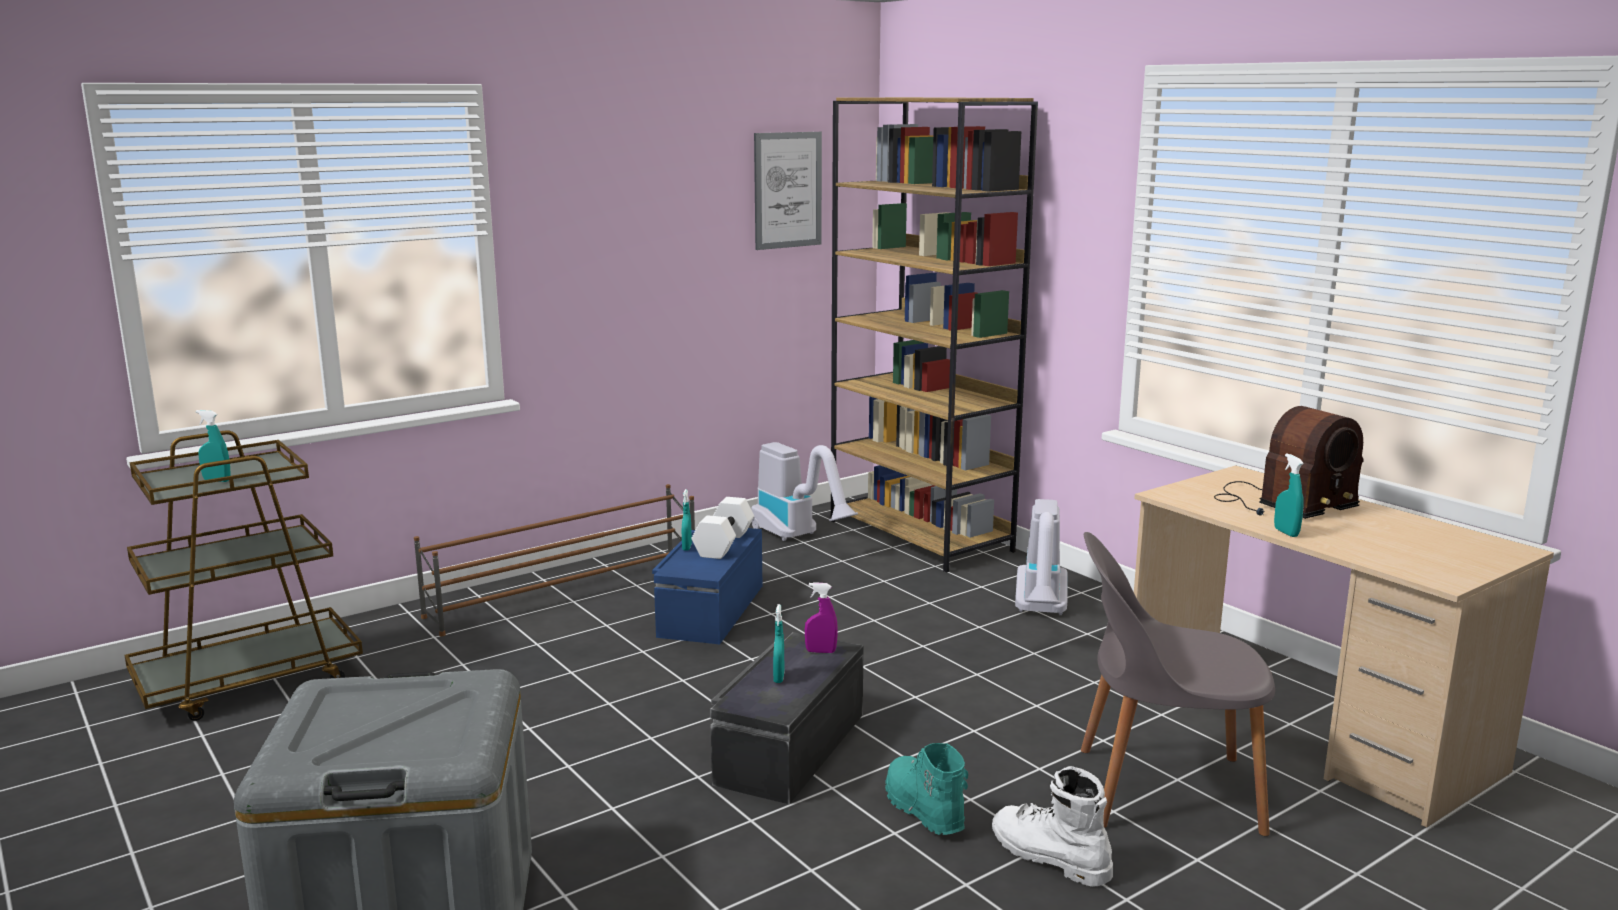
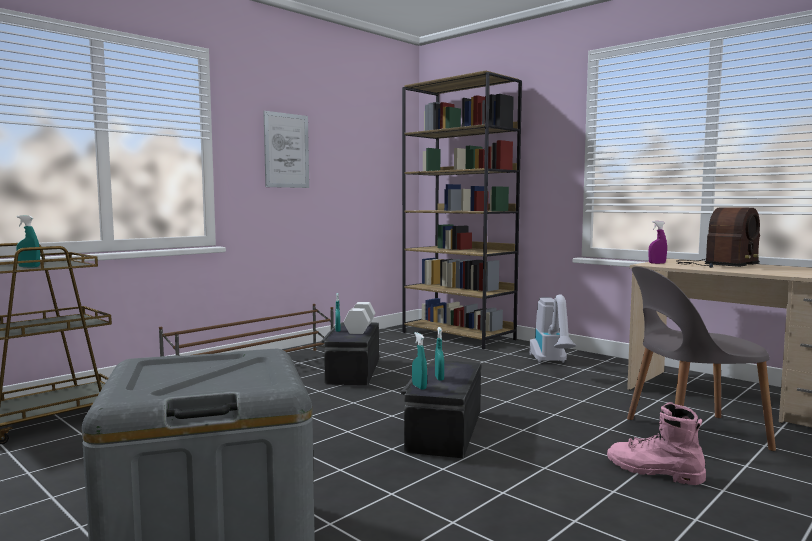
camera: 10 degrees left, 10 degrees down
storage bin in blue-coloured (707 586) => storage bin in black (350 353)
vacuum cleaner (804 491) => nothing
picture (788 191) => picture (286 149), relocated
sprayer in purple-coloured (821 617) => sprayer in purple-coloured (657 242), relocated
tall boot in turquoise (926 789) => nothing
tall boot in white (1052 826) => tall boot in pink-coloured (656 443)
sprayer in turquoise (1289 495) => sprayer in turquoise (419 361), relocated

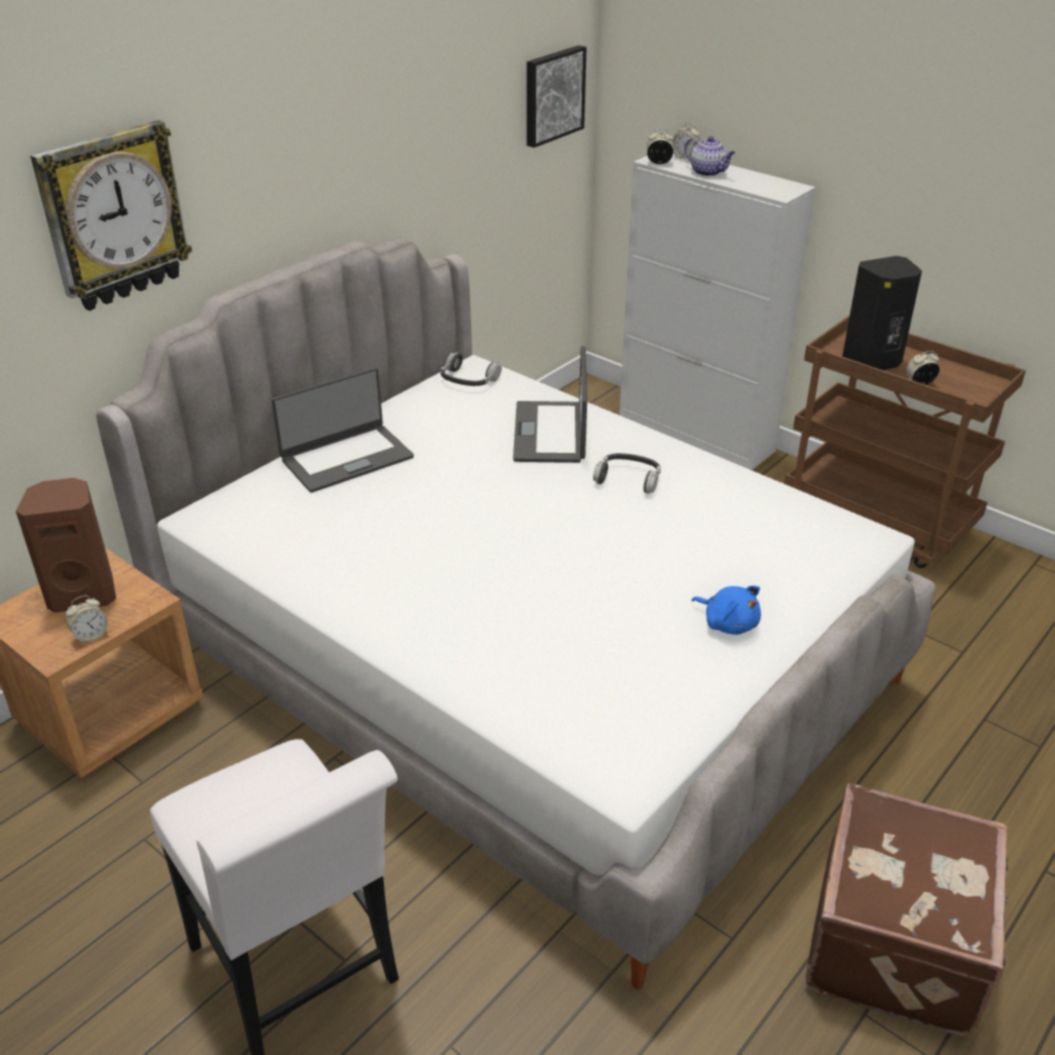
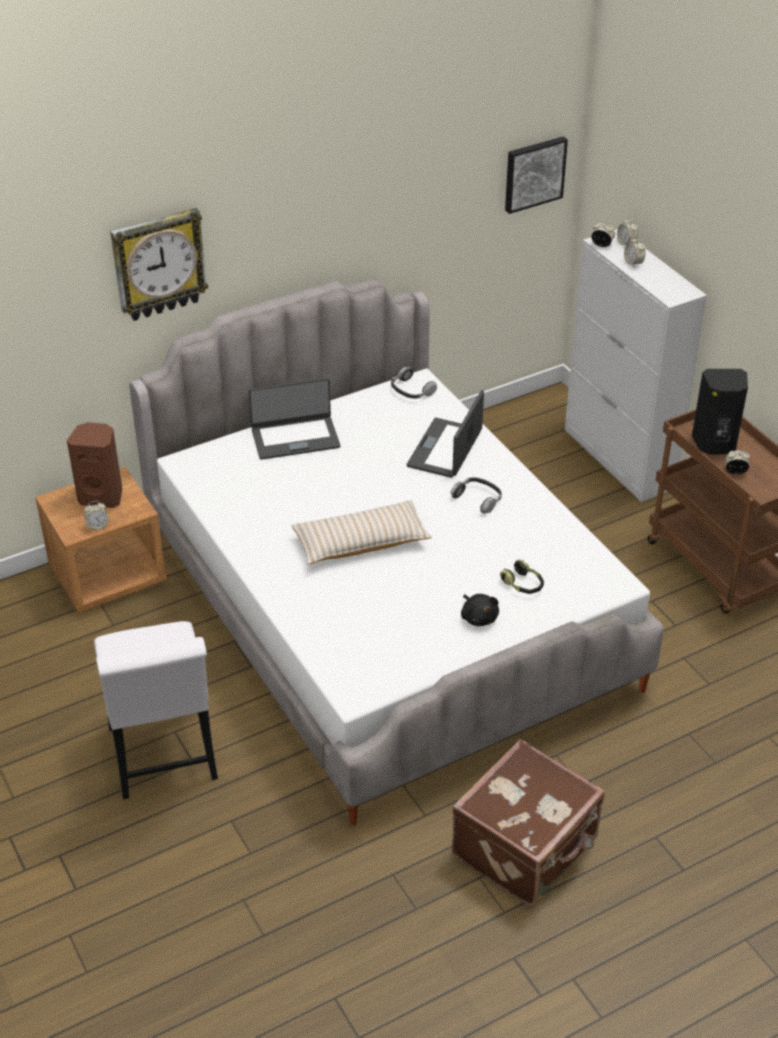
camera: 20 degrees right, 5 degrees up
teapot (709 156) => bedside clock (634 251)
cuddly toy in blue-coloured (726 610) => cuddly toy in black (480 610)
nothing => cushion in beige (361 532)
nothing => pair of headphones (522 576)

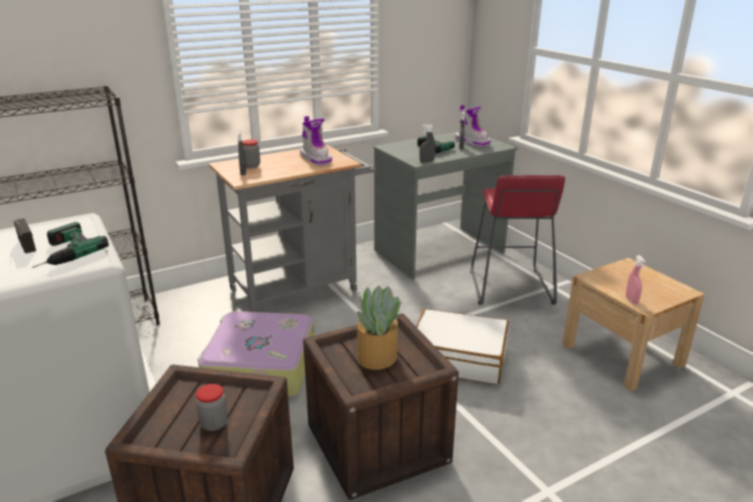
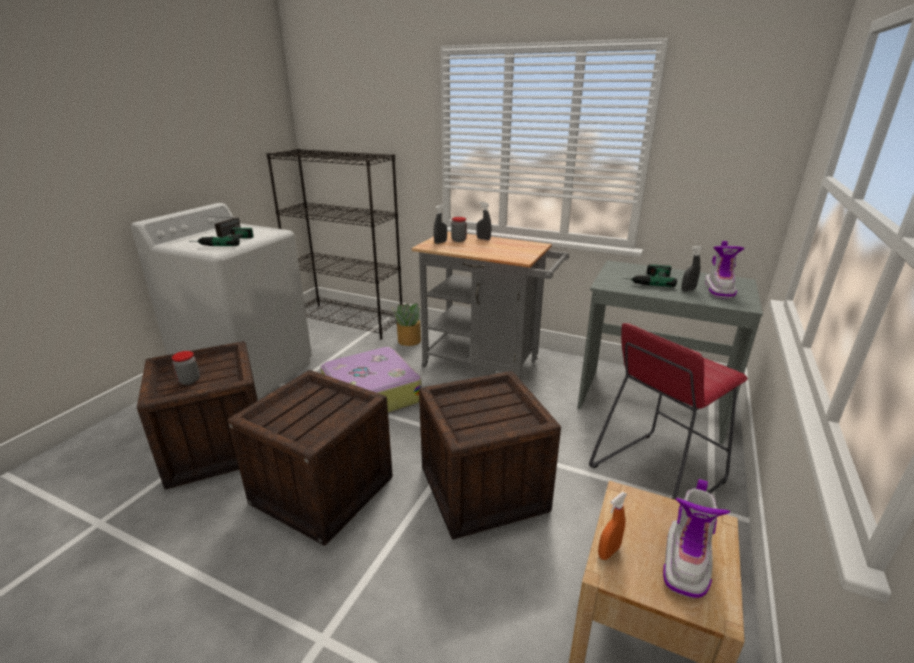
camera: 55 degrees right, 0 degrees up
tall boot (316 141) => tall boot (696 538), relocated
houseplant (379 328) => houseplant (406 324), relocated
piece of luggage in white (462 346) => crate (490 455)
sprayer in greyish (427 143) => sprayer in greyish (484 221), relocated
sprayer in pink-coloured (636 279) => sprayer in orange (612 526)

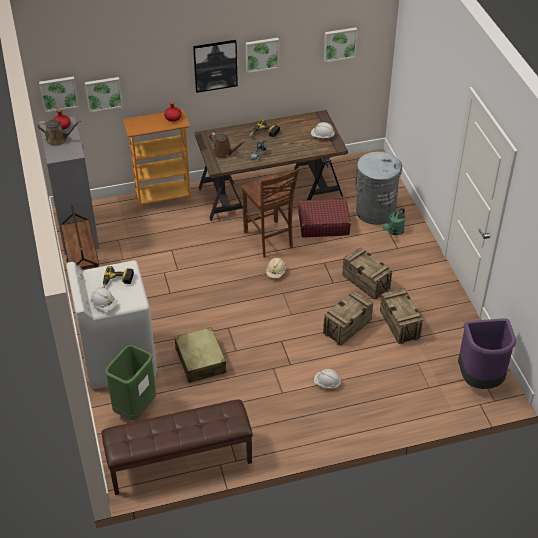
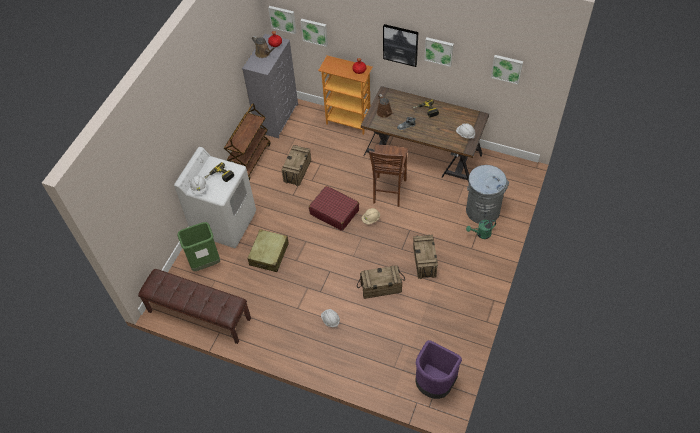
camera: 40 degrees right, 10 degrees up
piece of luggage in reddish (324 217) => piece of luggage in reddish (334 208), relocated
crate (401 316) => crate (296 165), relocated

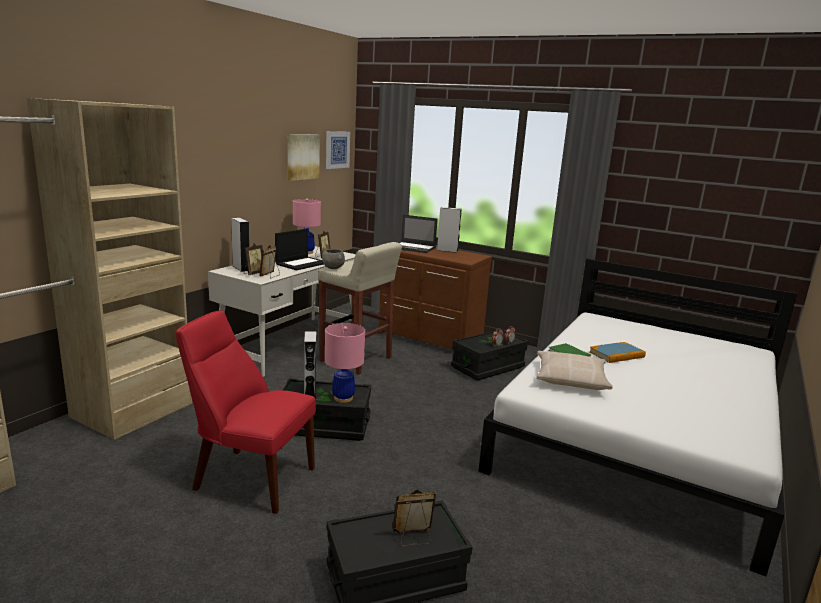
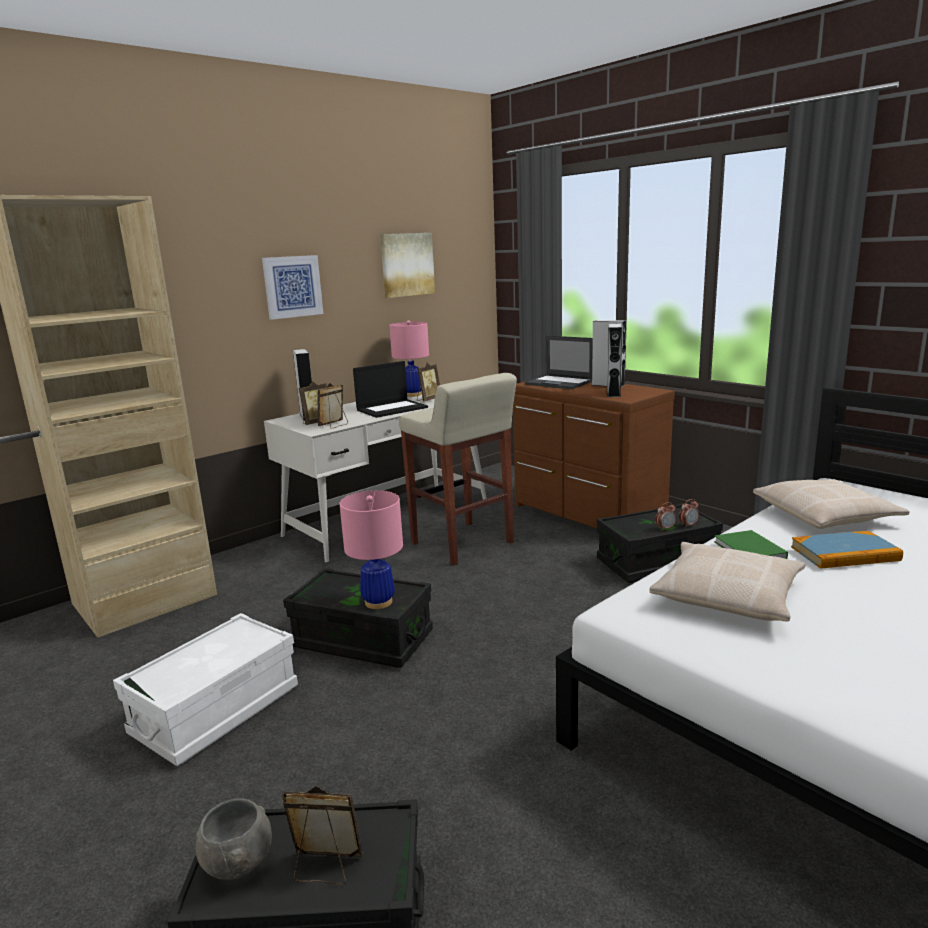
camera: 20 degrees right, 0 degrees up
chair in reddish (246 412) => storage bin in white (205 689)
speaker in greyish (310 365) => speaker in greyish (614 360), relocated
serving bowl in greyish (333 259) => serving bowl in greyish (233 839), relocated
picture (338 150) => picture (292 287), relocated
nothing => cushion in beige (831 504)

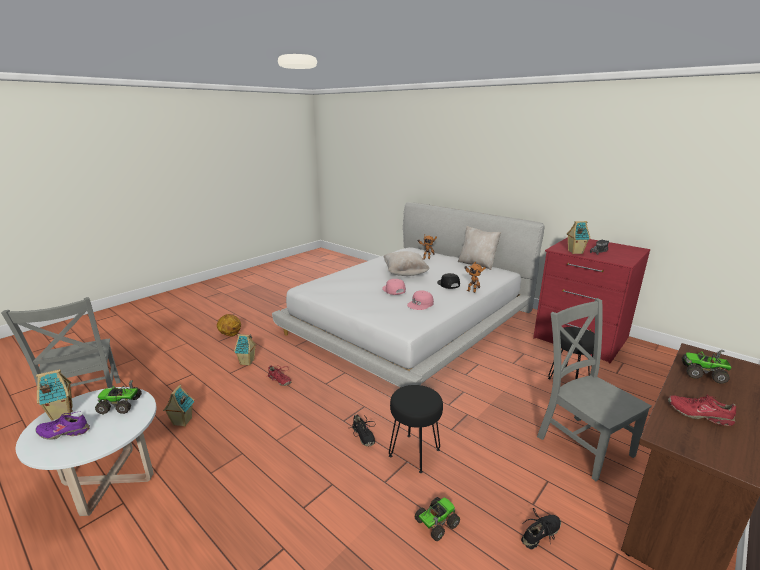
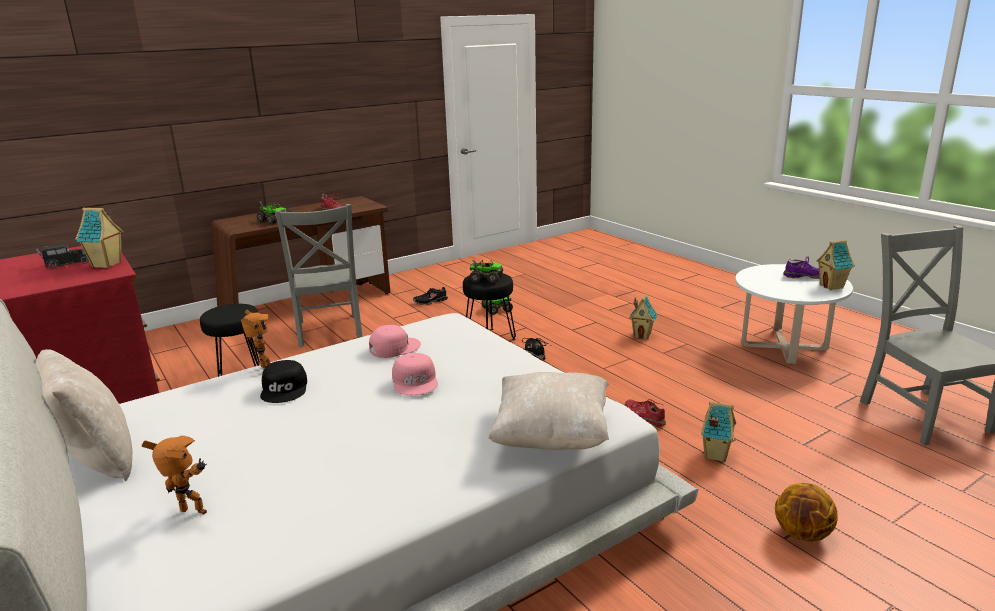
camera: 165 degrees left, 0 degrees up
toy lorry (118 397) => toy lorry (486 271), relocated
toy house (179 406) => toy house (643 316), relocated
cushion in beige (406 263) => cushion in beige (548 411), relocated

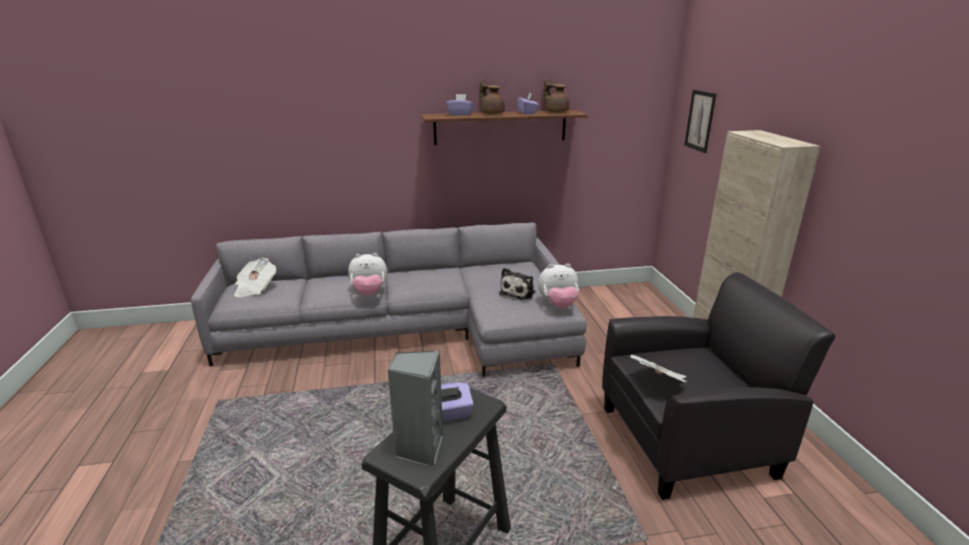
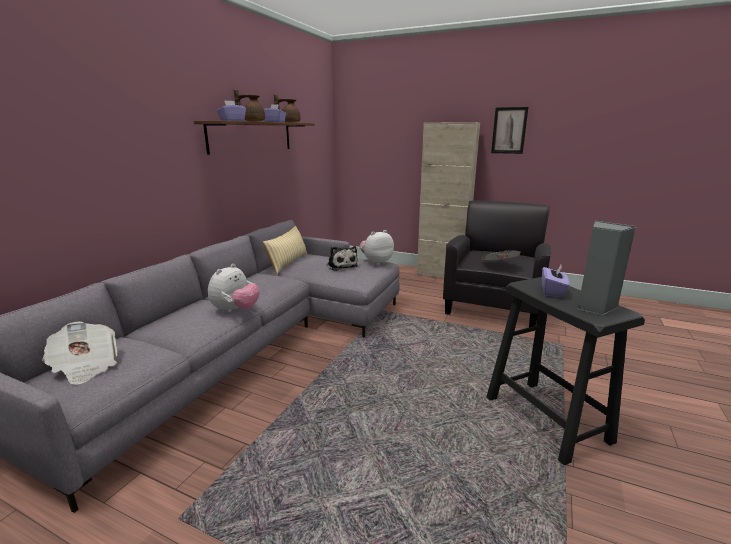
camera: 55 degrees left, 5 degrees down
cuddly toy (558 286) => cuddly toy (377 247), 150 degrees counterclockwise
picture (700 121) => picture (510 130), relocated
nothing => cushion in beige (285 250)

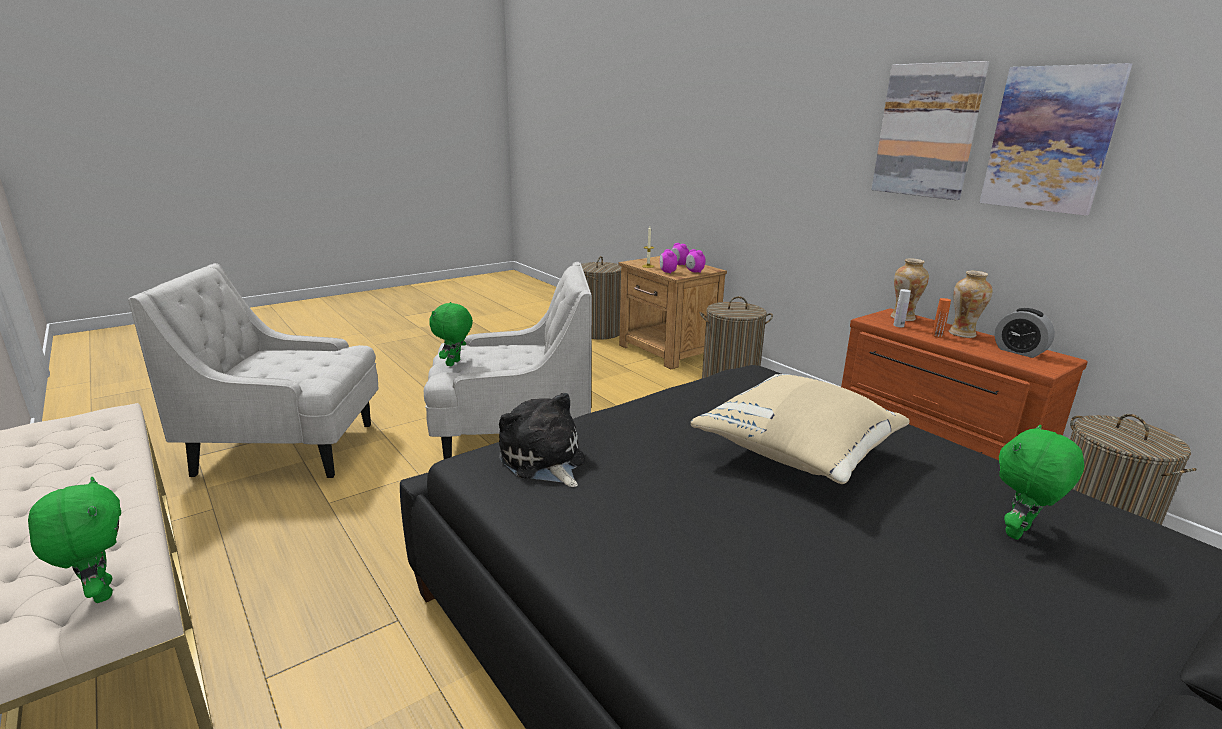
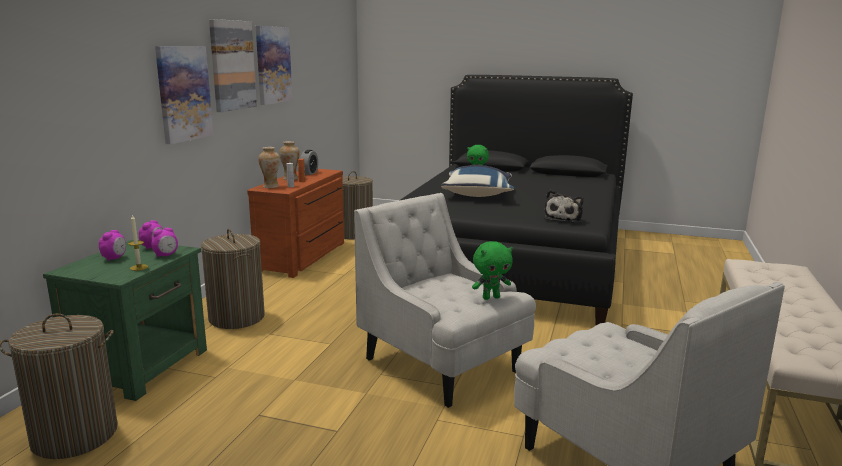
camera: 125 degrees left, 5 degrees down
cuddly toy in green (74 540) => nothing
bedside table in brown-coloured (672 312) => bedside table in green (125 320)
cushion in beige (800 429) => cushion in blue-coloured (477 181)
nothing => picture (184 95)

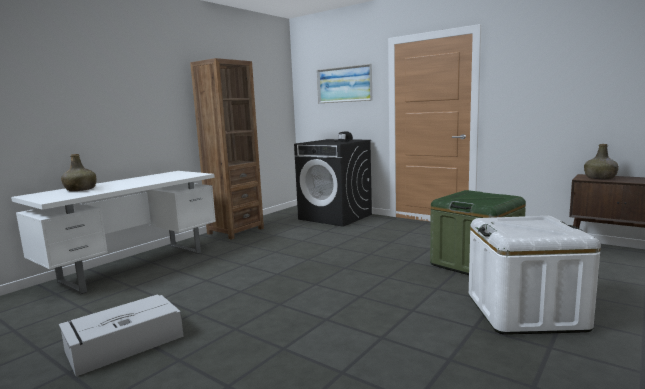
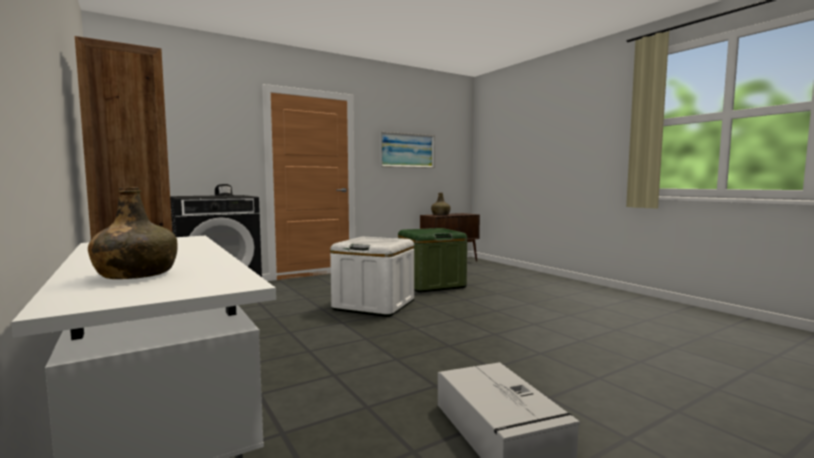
camera: 70 degrees left, 5 degrees down
picture (344 83) => picture (407 150), relocated
storage bin in white (535 275) => storage bin in white (372 277), relocated

